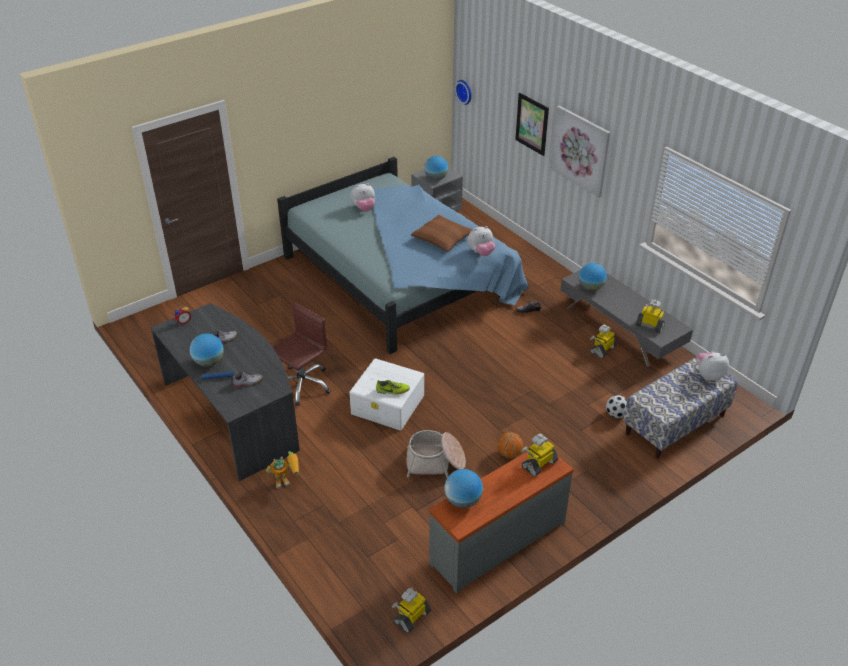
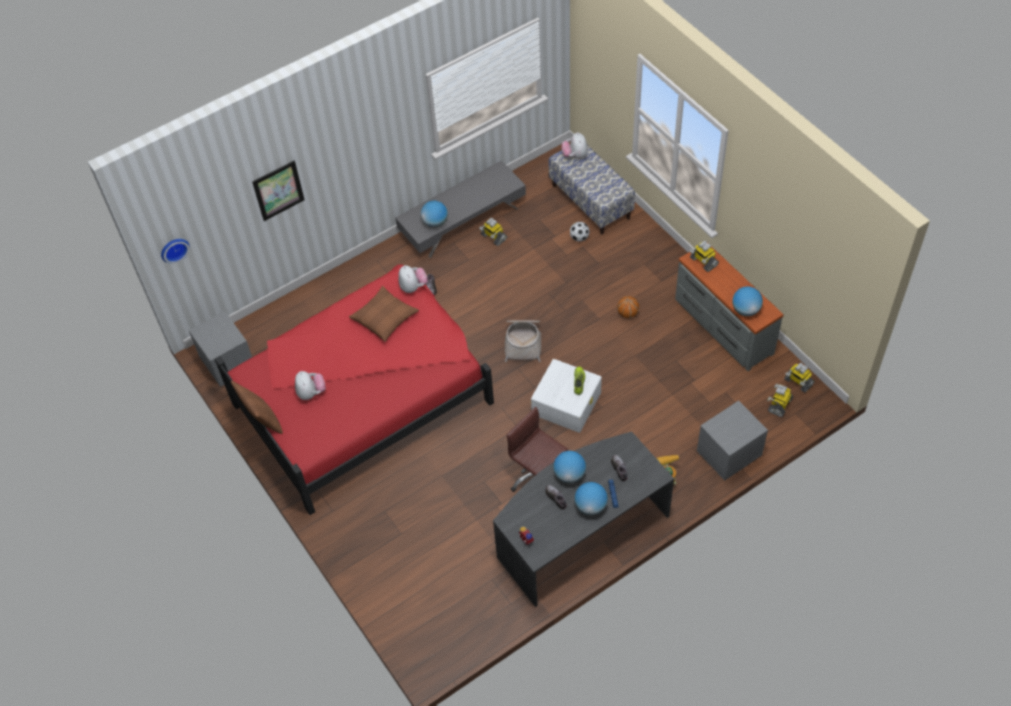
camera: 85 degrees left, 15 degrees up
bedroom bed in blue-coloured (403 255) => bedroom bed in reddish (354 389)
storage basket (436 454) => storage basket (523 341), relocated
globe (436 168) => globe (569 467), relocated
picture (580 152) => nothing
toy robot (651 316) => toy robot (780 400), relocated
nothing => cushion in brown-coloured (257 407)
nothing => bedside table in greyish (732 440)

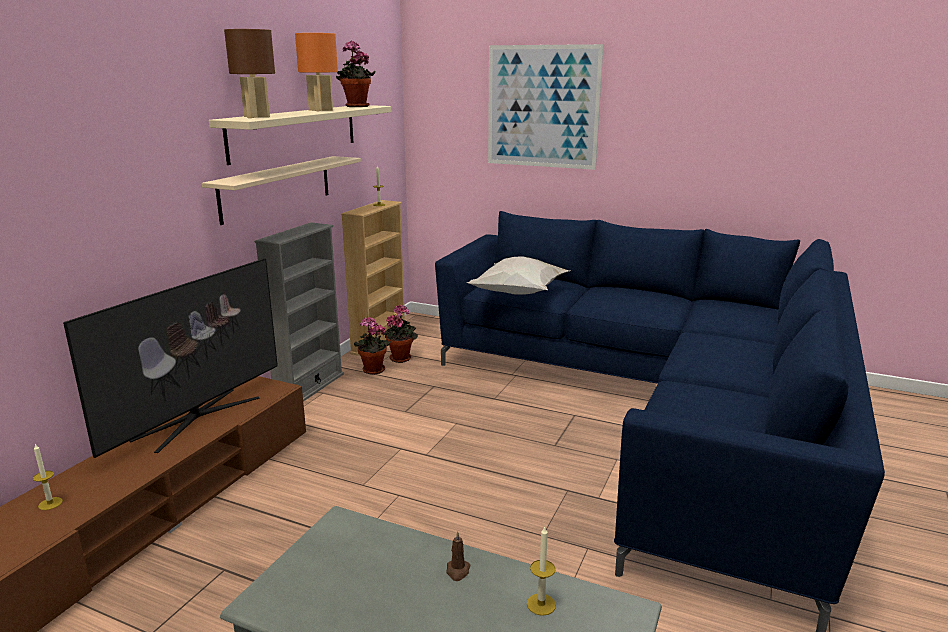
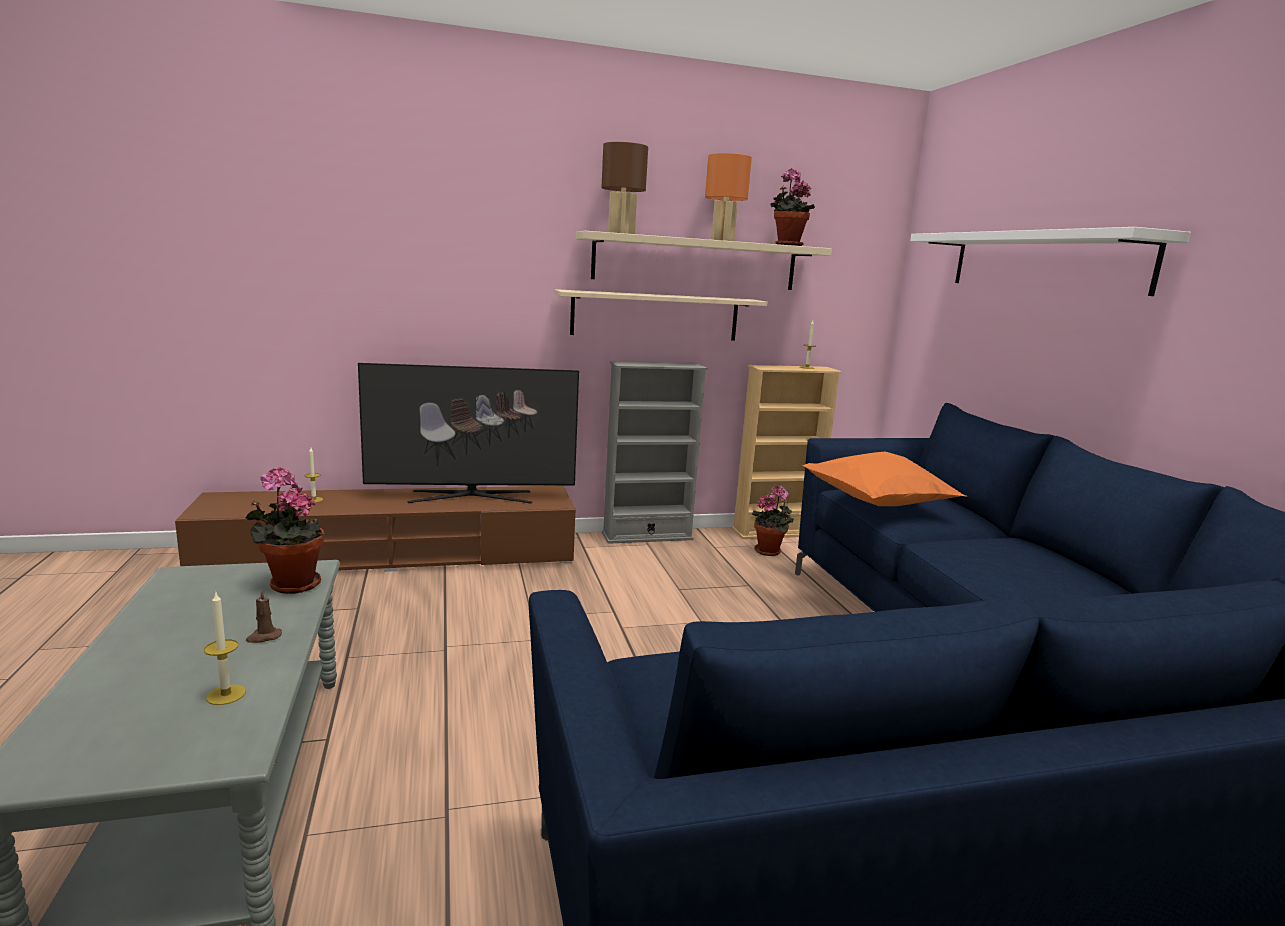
camera: 50 degrees right, 5 degrees down
houseplant (372 346) => houseplant (285 530), relocated
cushion in white (518 275) => cushion in orange (884 479)
picture (546 107) => wall shelf in white (1050 261)

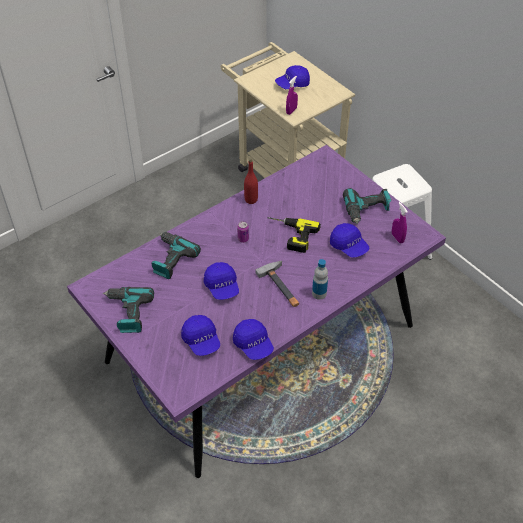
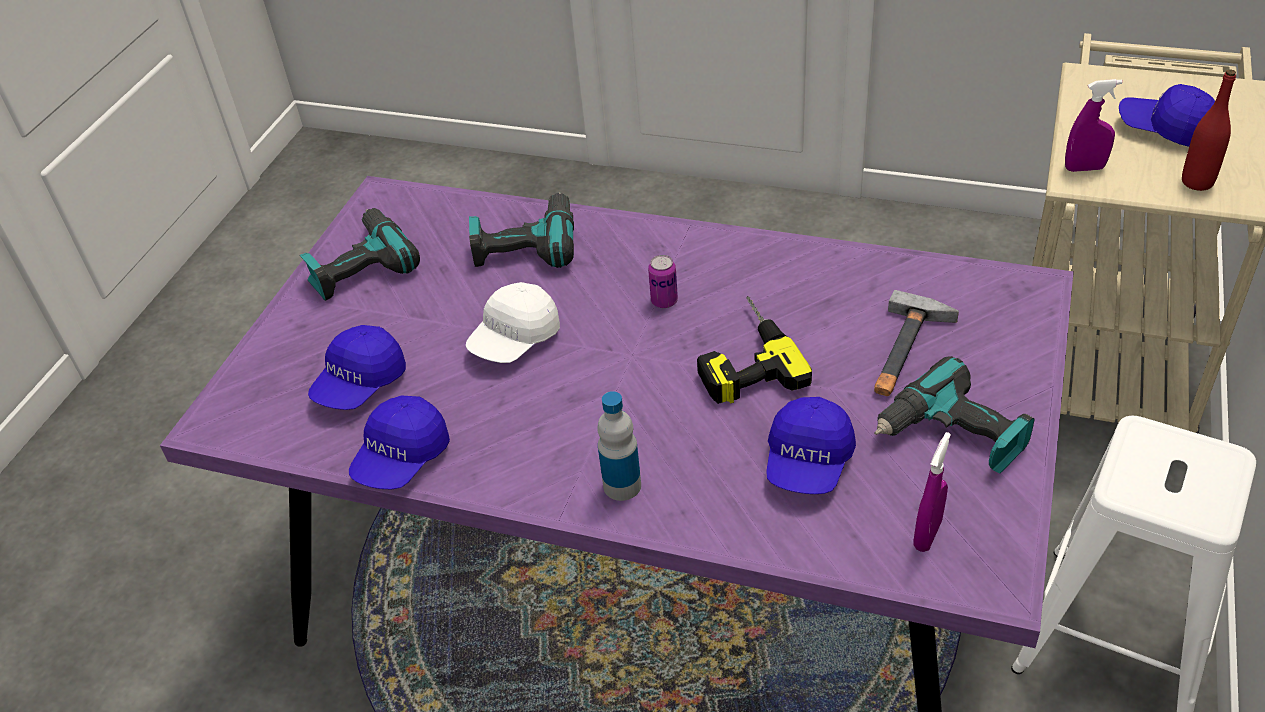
camera: 60 degrees right, 5 degrees down
peaked cap in blue-coloured (221 281) => peaked cap in white (513 322)
bottle in reddish (251 182) => bottle in reddish (1209 130), relocated
hammer (277 284) => hammer (916 343), relocated

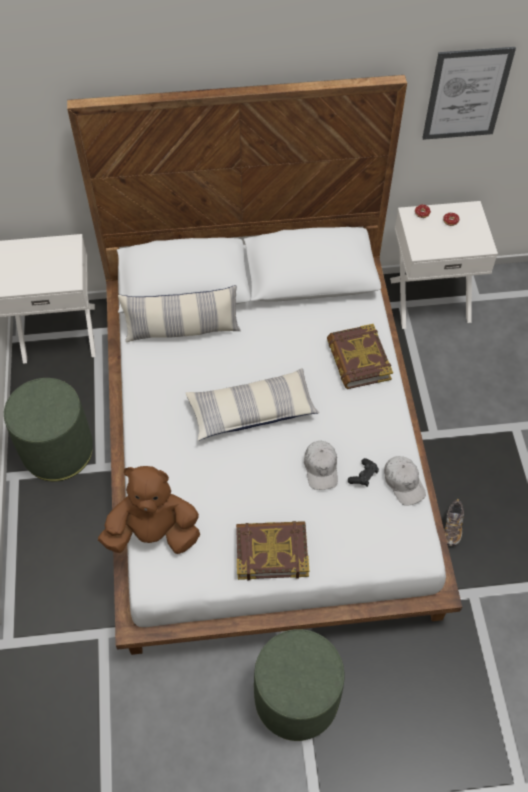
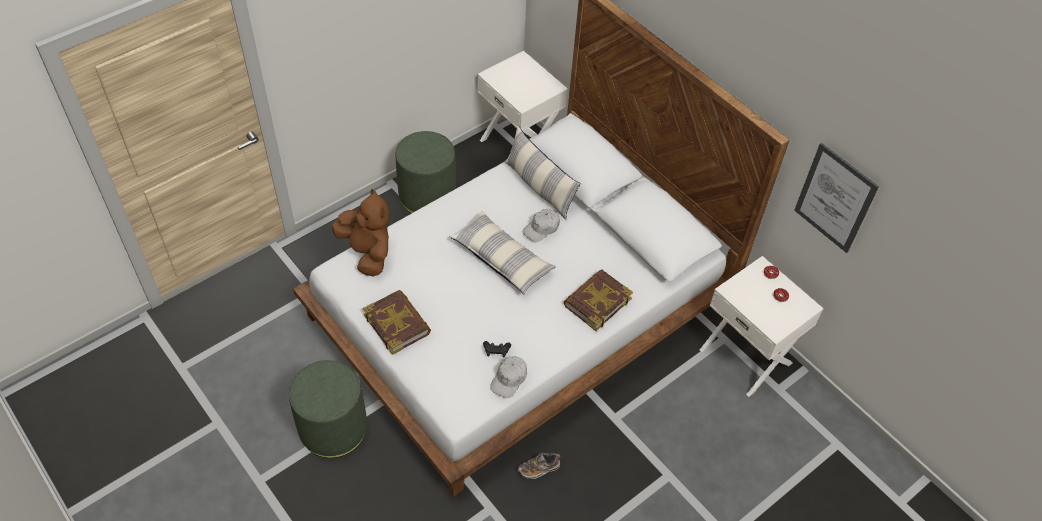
camera: 55 degrees right, 5 degrees down
peaked cap in white (321 465) => peaked cap in white (541 225), relocated

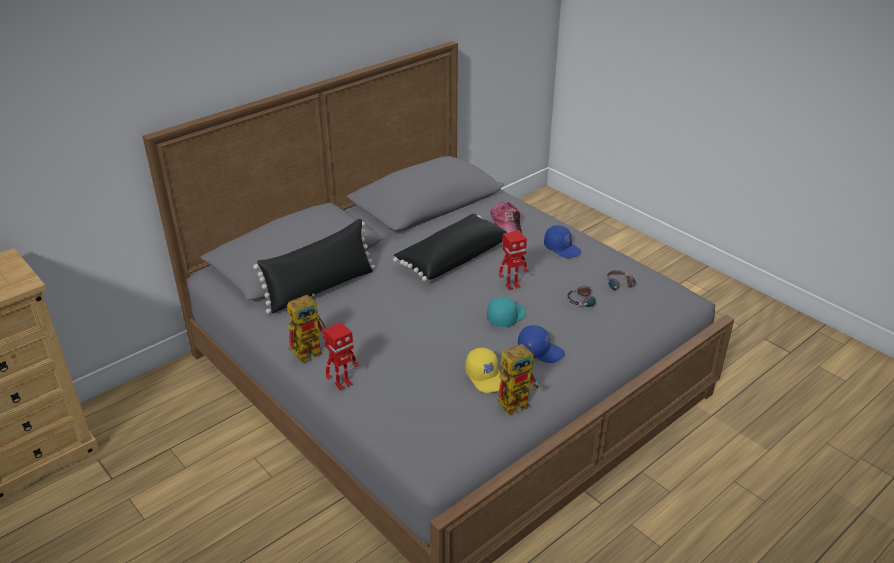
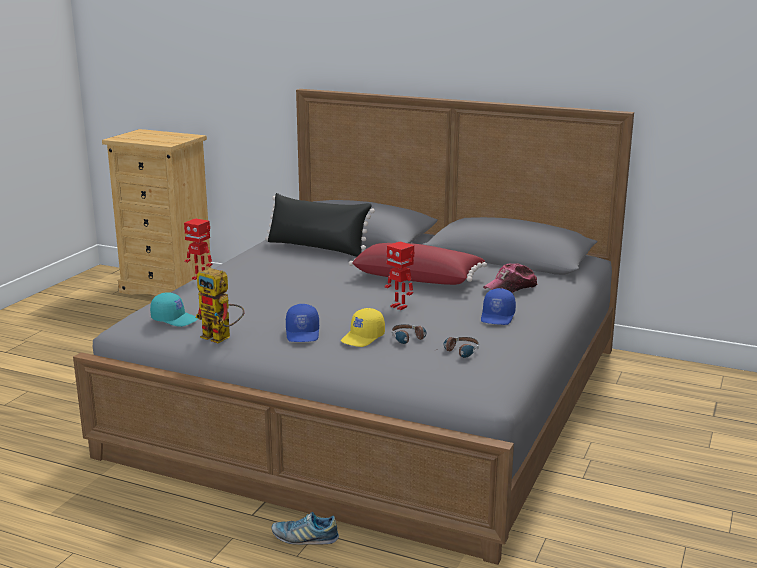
camera: 65 degrees right, 15 degrees down
toy robot (306 328) => nothing
cushion in black (450 247) => cushion in reddish (418 264)
peaked cap in yellow (483 370) => peaked cap in yellow (363 327), relocated
peaked cap in turquoise (506 312) => peaked cap in turquoise (174 309), relocated
nothing => shoe (305 528)

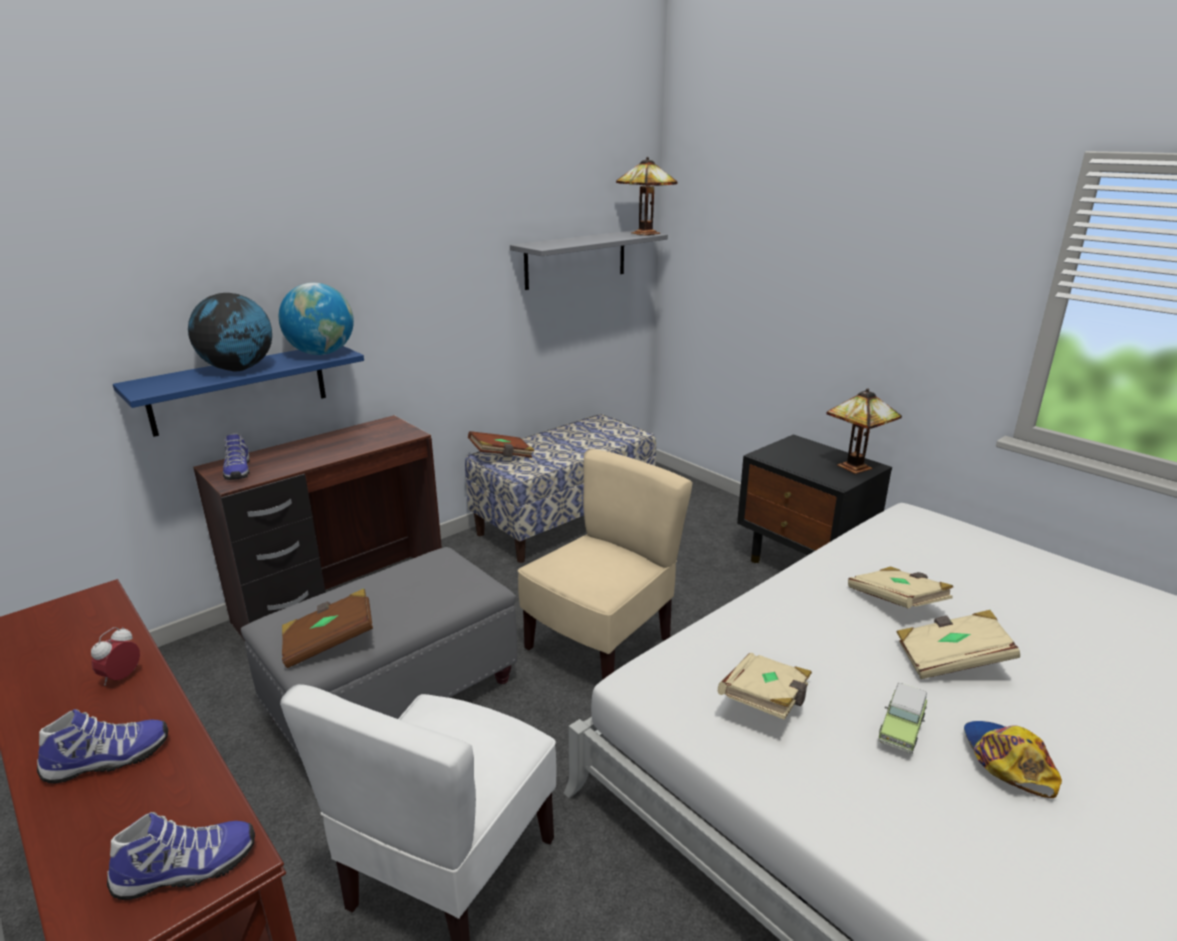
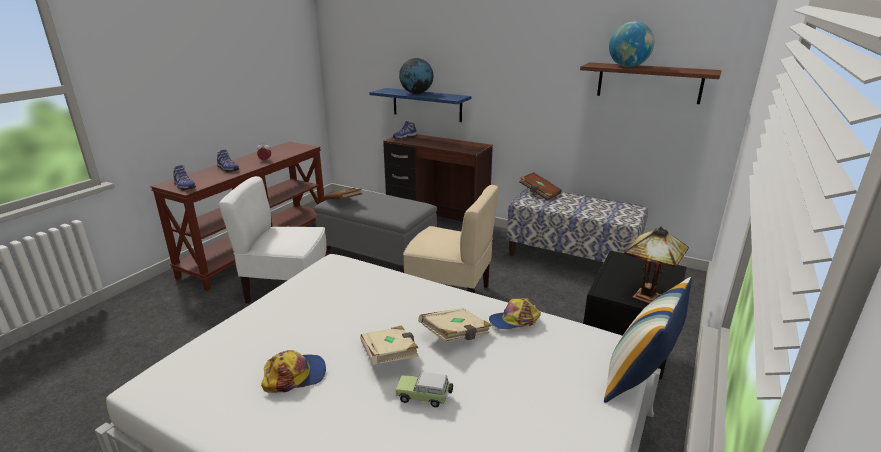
camera: 70 degrees right, 0 degrees up
globe (316 319) => globe (631 44), relocated
wall shelf in greyish (589 260) => wall shelf in brown-coloured (651 83)
table lamp (646 196) => nothing
book in beige (765 686) => nothing
toy car (902 718) => toy car (424 389), relocated
nothing => peaked cap (515 314)
nothing => cushion (648 340)

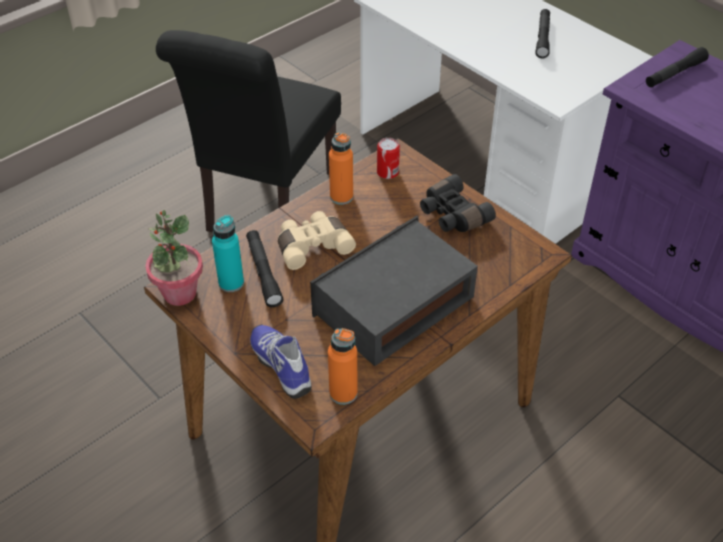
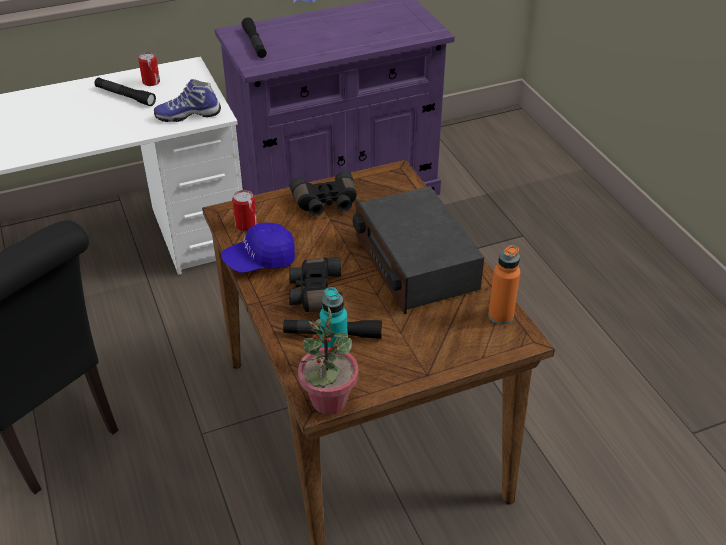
camera: 70 degrees left, 5 degrees down
shoe (281 362) => shoe (187 100), relocated
binoculars in beige (317 240) => binoculars in black (316 285)
bottle in orange (341 168) => peaked cap in blue-coloured (258 248)
nothing => sealed can (149 69)

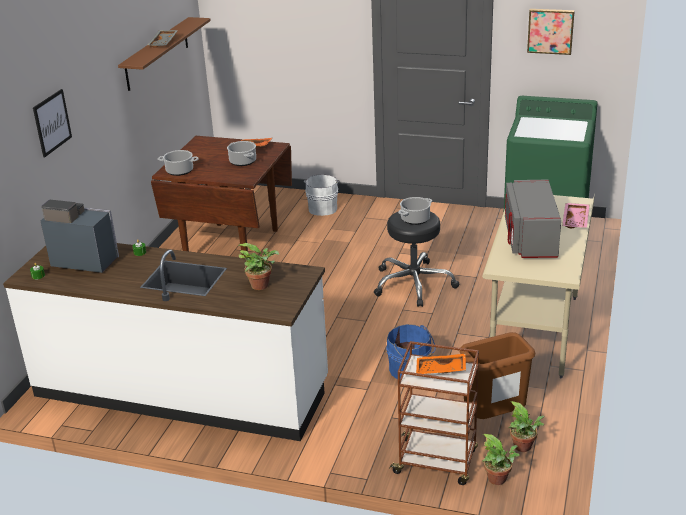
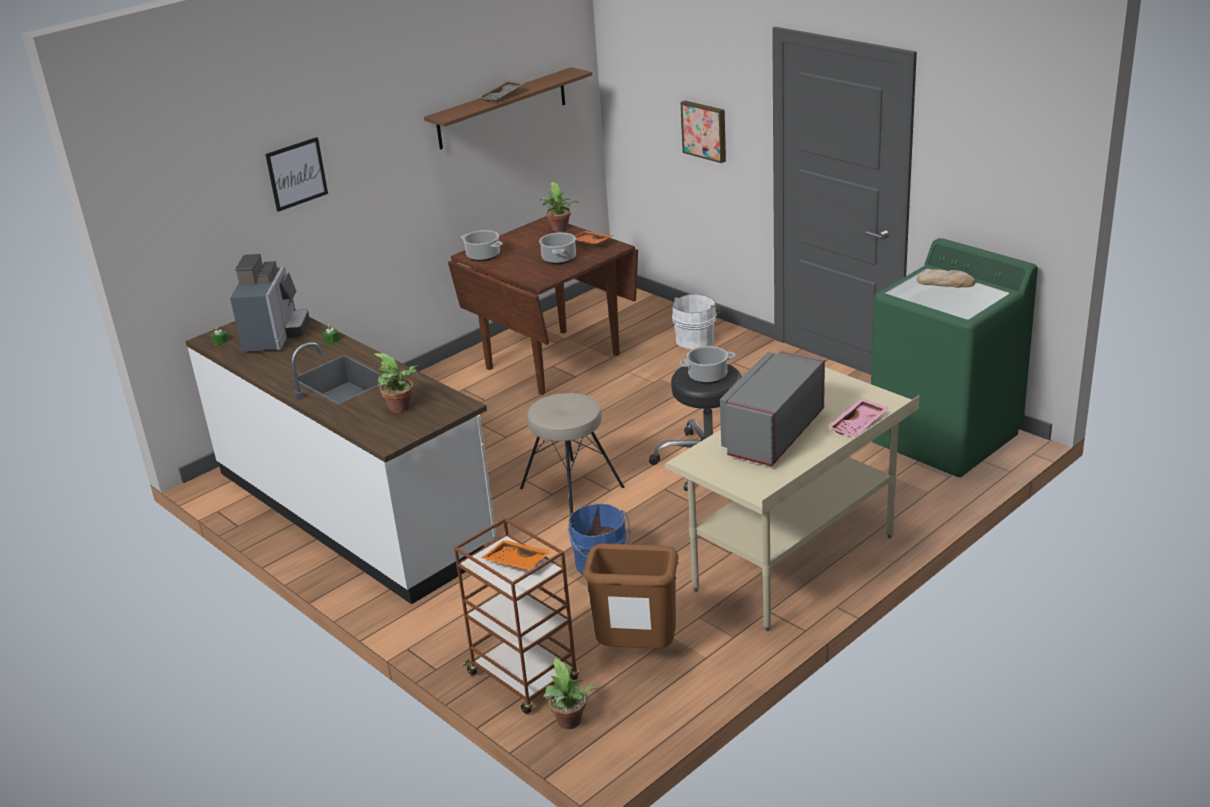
camera: 30 degrees right, 0 degrees up
coffee maker (80 236) => coffee maker (270 303), 45 degrees clockwise
houseplant (526 426) => houseplant (559 207), relocated
picture (551 32) => picture (703 132), relocated
nothing => stool in beige (572 454)
nothing => baked bread (946 278)

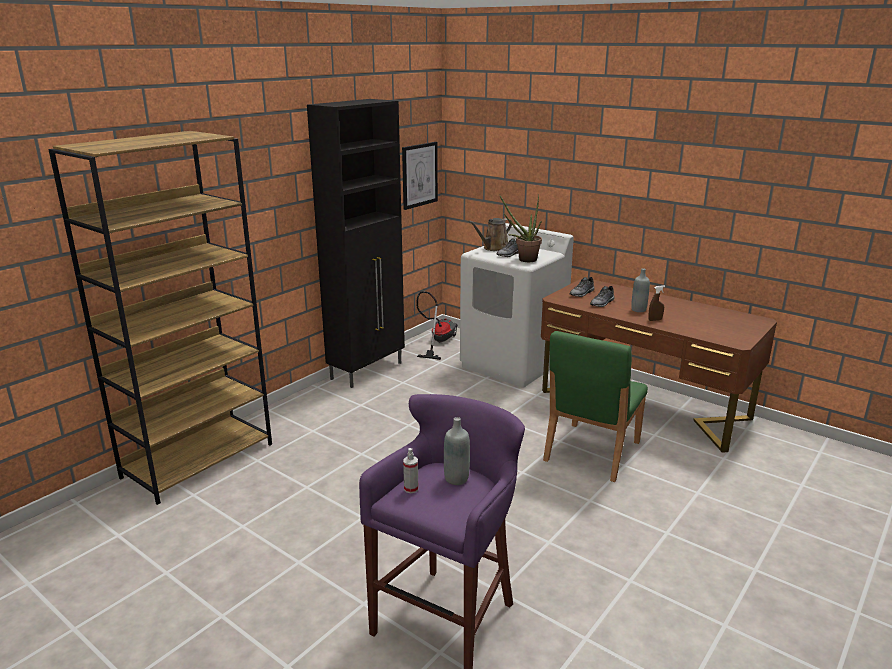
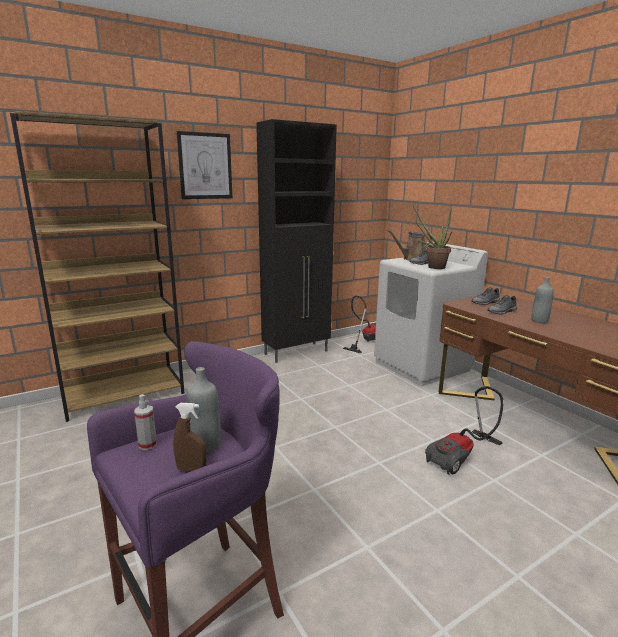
camera: 20 degrees right, 5 degrees down
picture (420 176) => picture (204 165), relocated
chair in green (595 406) => vacuum cleaner (464 430)
sprayer in brown-coloured (656 303) => sprayer in brown-coloured (190 437), relocated

